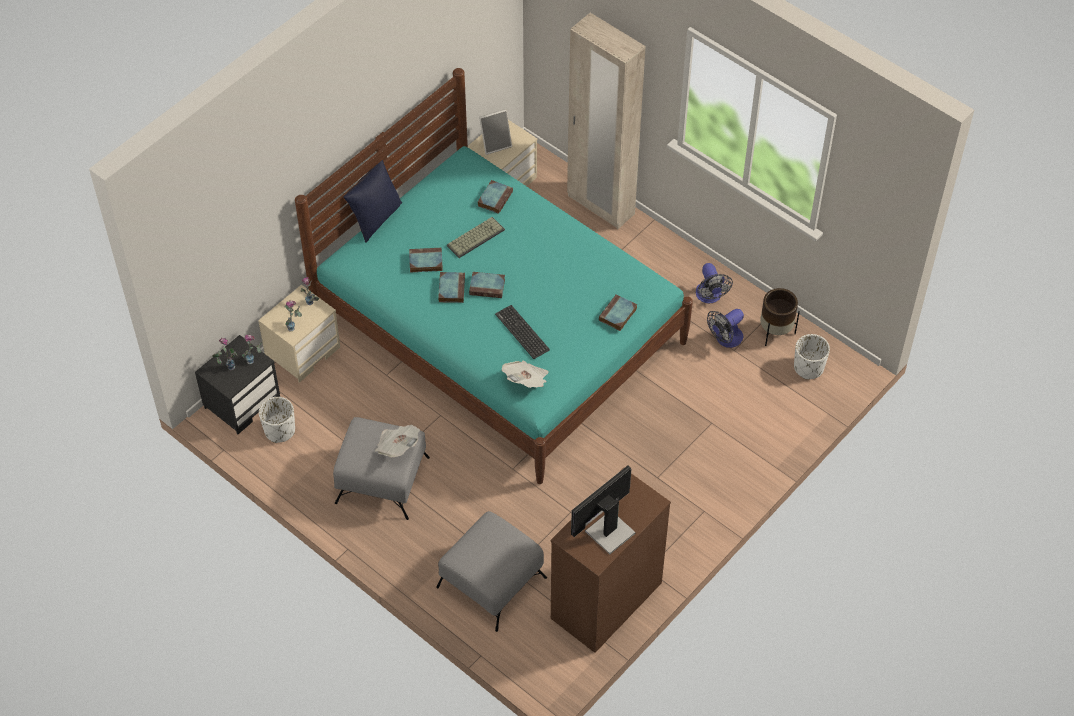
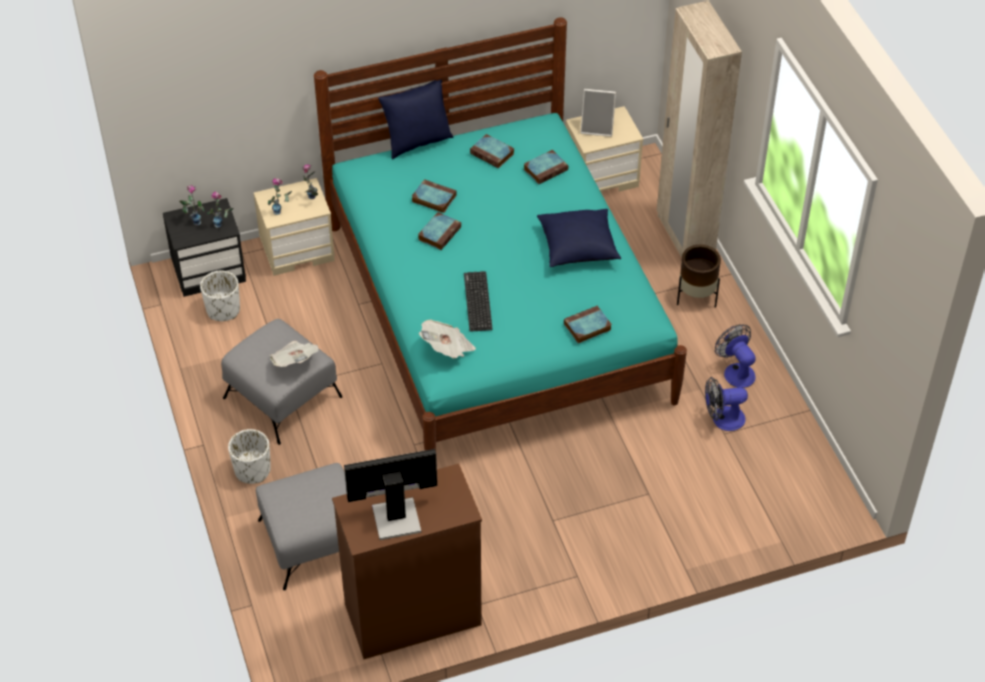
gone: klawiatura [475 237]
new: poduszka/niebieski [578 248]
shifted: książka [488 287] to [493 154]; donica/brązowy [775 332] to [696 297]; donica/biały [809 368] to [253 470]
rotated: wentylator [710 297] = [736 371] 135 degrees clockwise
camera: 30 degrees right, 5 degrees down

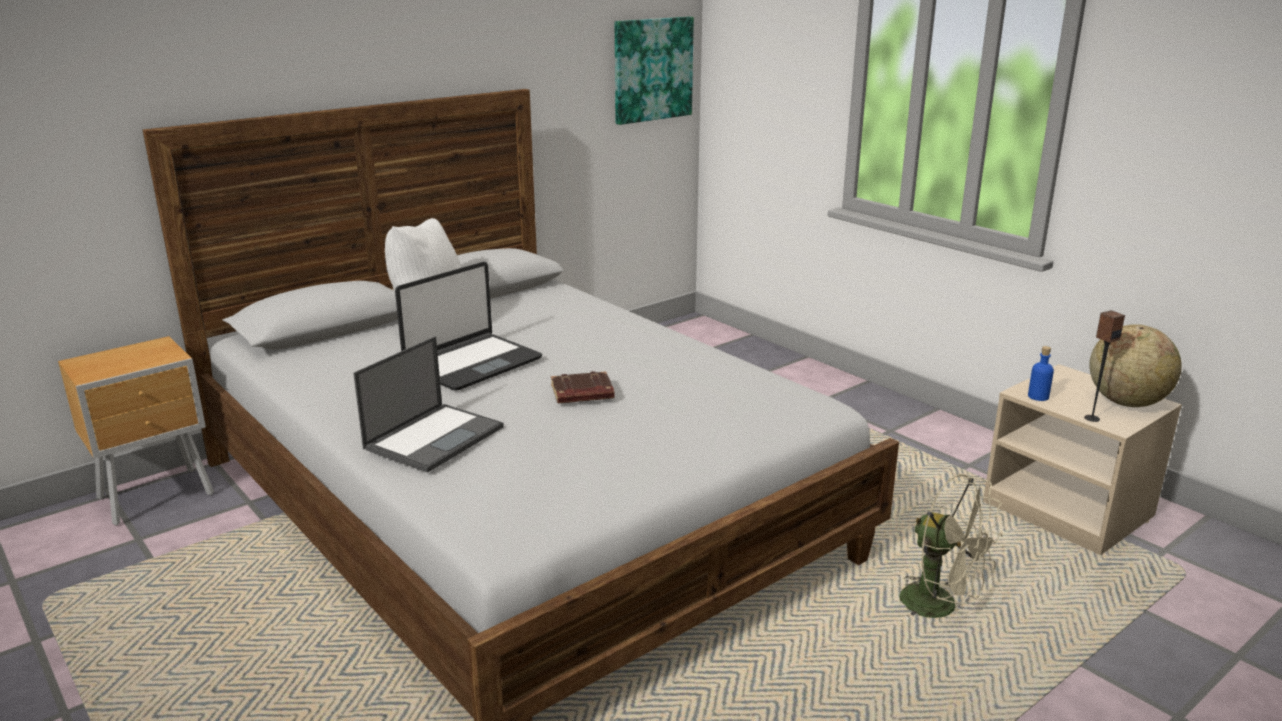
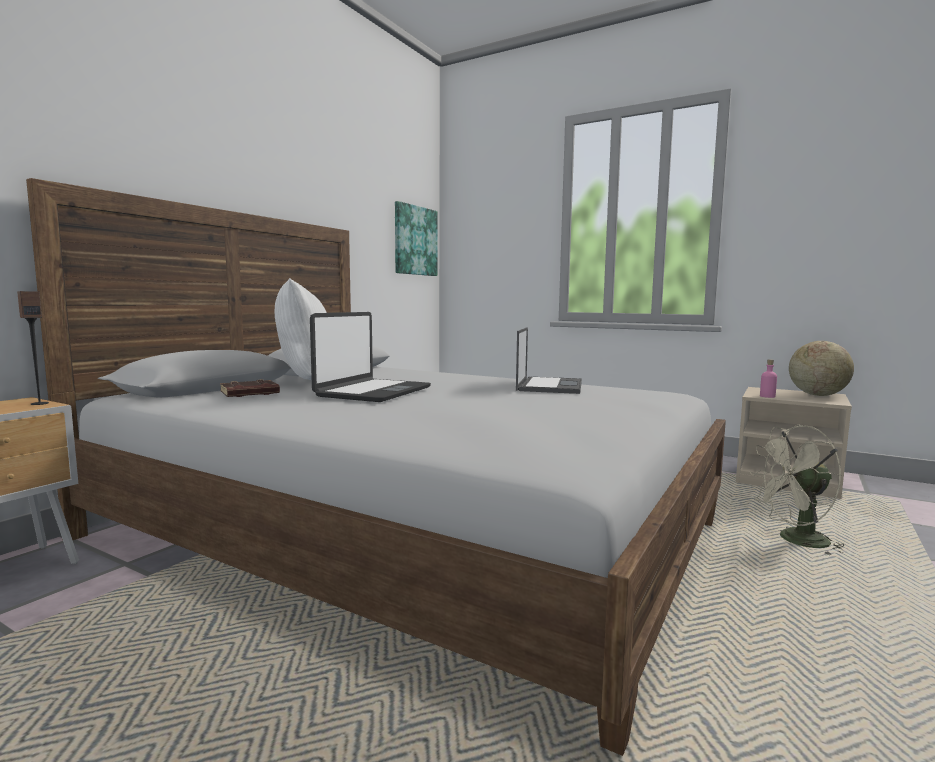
shifted: głośnik [1091 418] to [39 403]; laptop [435 437] to [549 386]; książka/brązowy [581 393] to [249 393]
repainted: butelka/niebieski [1038 396] to butelka/różowy [767 396]
rotated: wentylator/beżowy [940 607] = [796 541] 150 degrees clockwise
camera: 20 degrees left, 15 degrees down

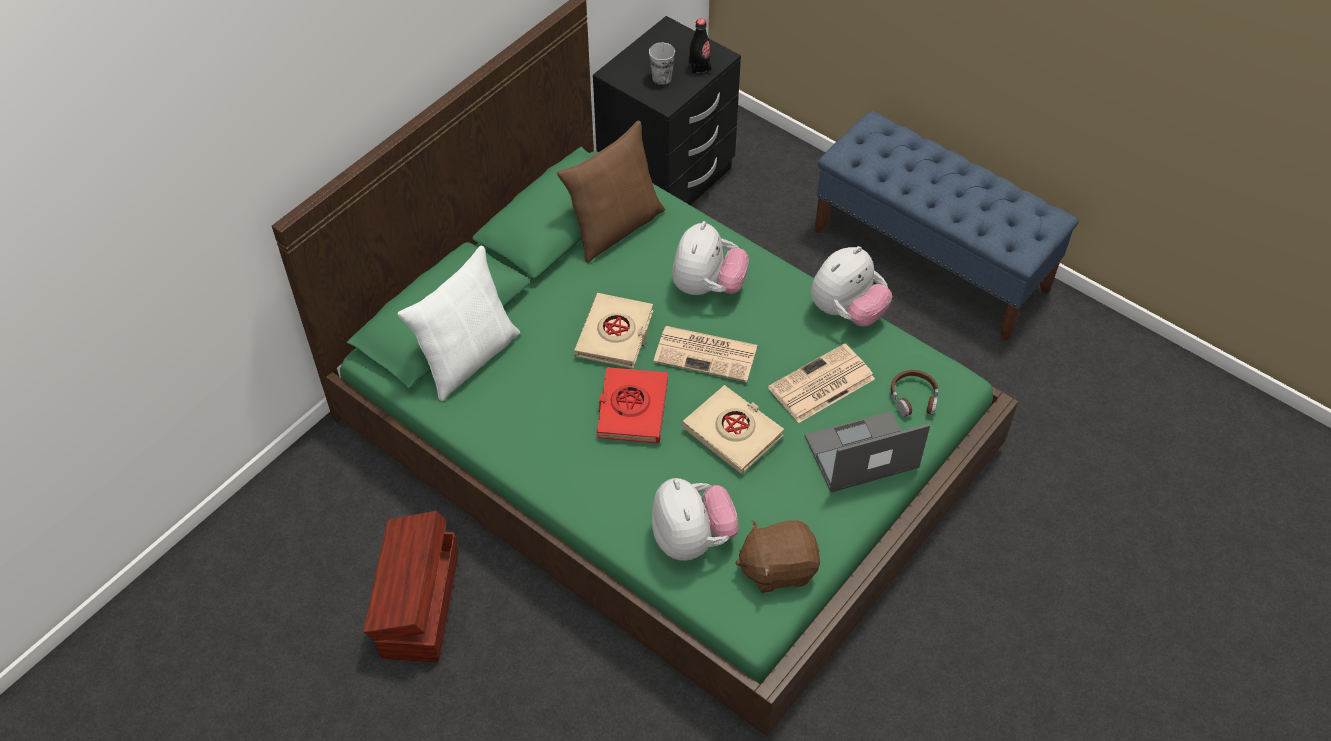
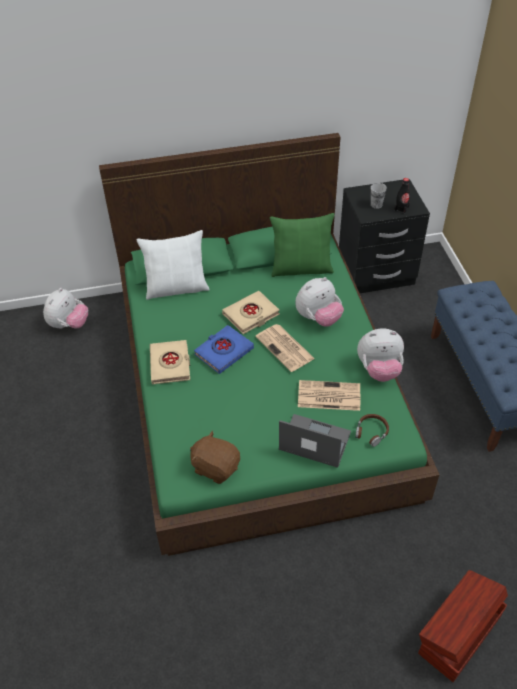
shifted: książka/beżowy [733 433] to [170 364]; pluszak [692 539] to [69 324]; pojemnik do przechowywania/brązowy [418 604] to [458 634]
repainted: poduszka/brązowy [615 227] to poduszka/zielony [301 268]; książka/czerwony [632 409] to książka/niebieski [224 351]
camera: 40 degrees right, 5 degrees down

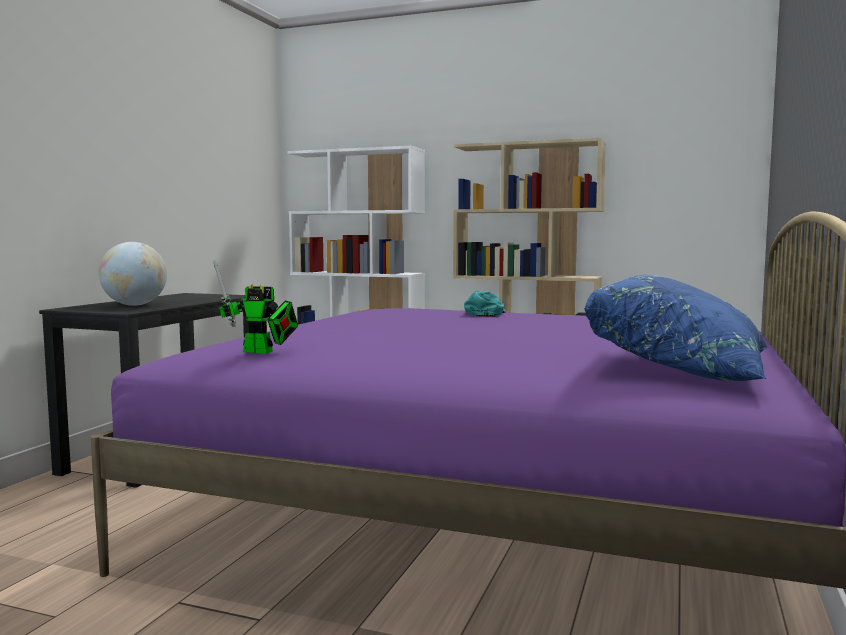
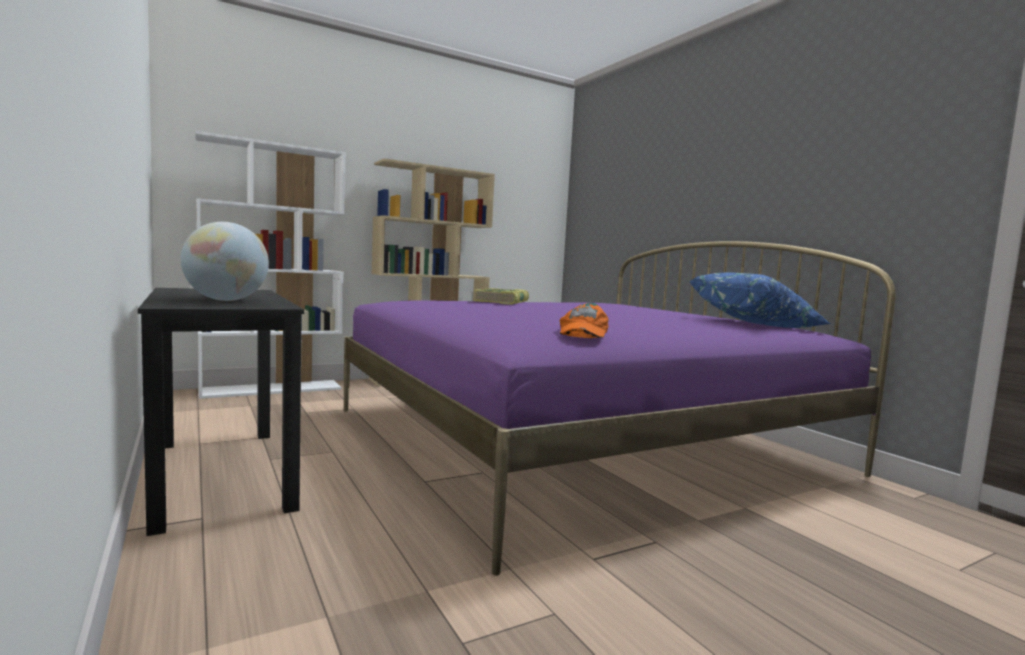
swapped: robot zabawkowy [262 352] to czapka z daszkiem/pomarańczowy [582 332]; czapka z daszkiem/turkusowy [486 313] to książka [502 302]
camera: 50 degrees left, 0 degrees up

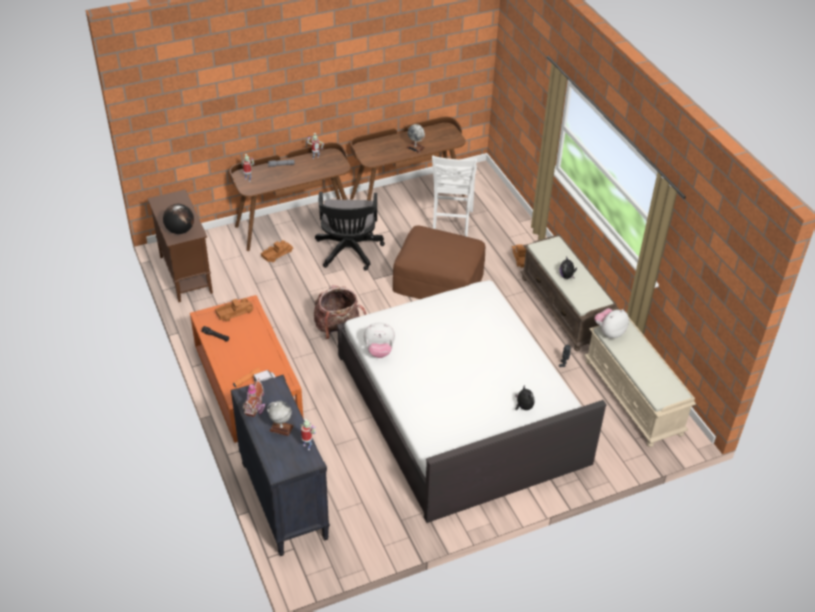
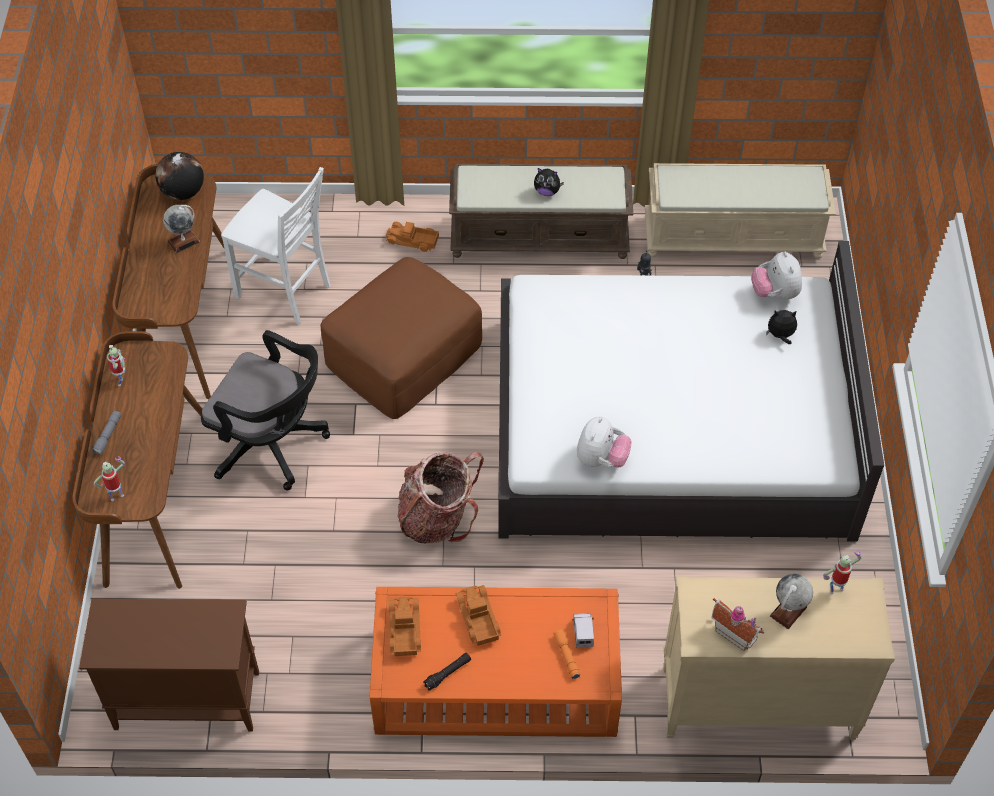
shifted: globus [180 230] to [183 193]; ciężarówka zabawkowa [277 254] to [477 618]; pluszak [609 332] to [774 293]
repainted: komoda/czarny [283 501] to komoda/beżowy [756 703]
camera: 65 degrees left, 10 degrees up

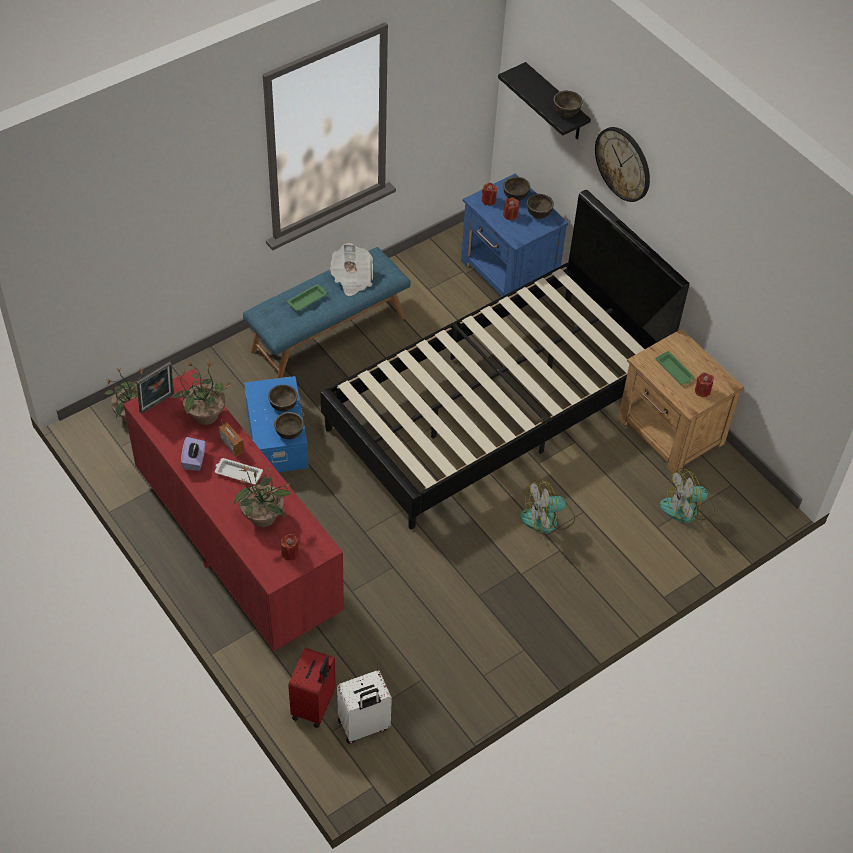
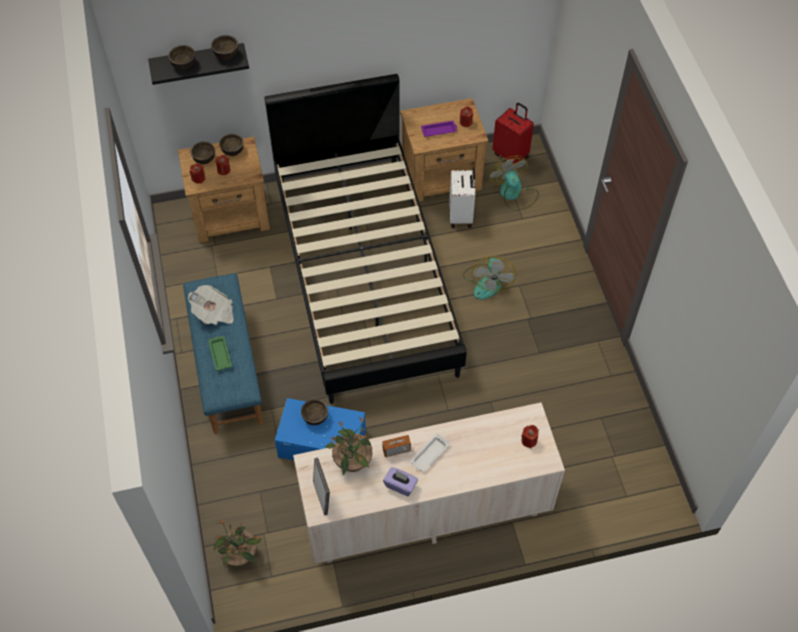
gone: zegar ścienny [623 163]; roślina doniczkowa [263 517]
shifted: miska/brązowy [289 432] to [183 64]; walizka/czerwony [314 706] to [511 155]; walizka/biały [364 726] to [461 215]
repainted: szafka nocna/niebieski [509 273] to szafka nocna/brązowy [231 215]; taca/zielony [675 371] to taca/fioletowy [439 130]; komoda/czerwony [237 547] to komoda/beżowy [425 511]
rotated: wentylator [687 508] = [514 194] 150 degrees clockwise
camera: 65 degrees left, 5 degrees up

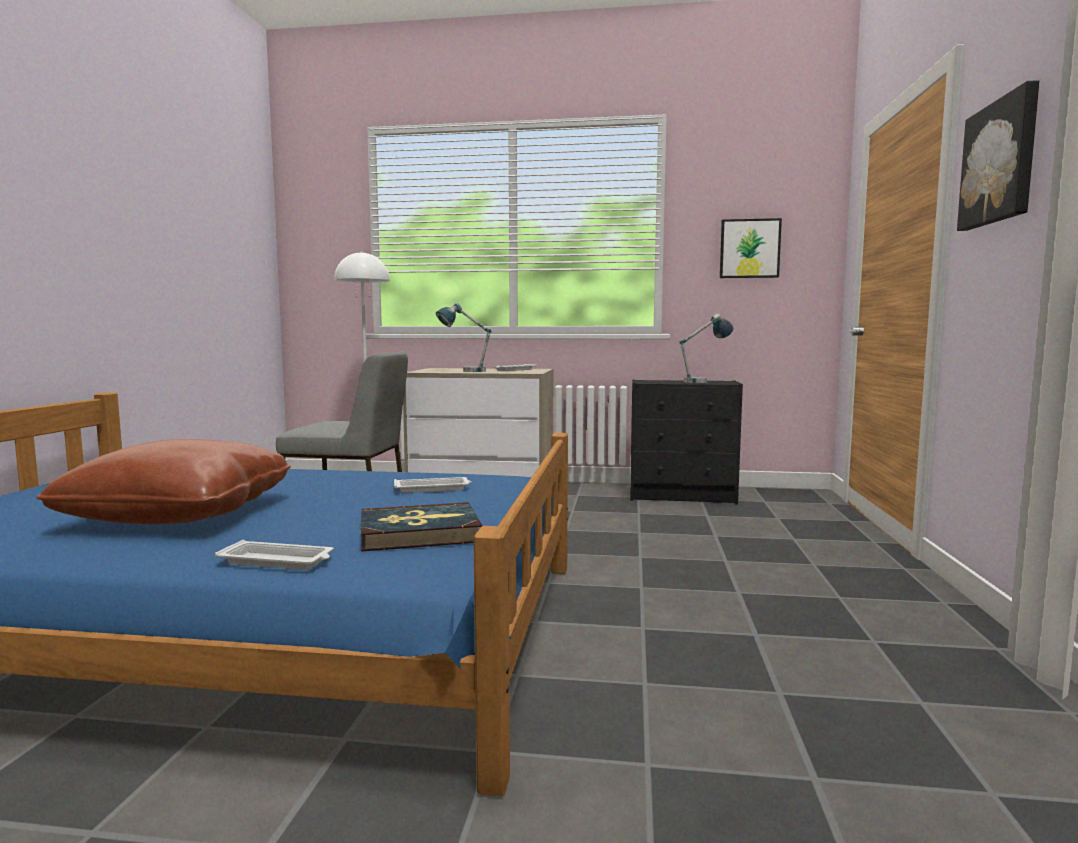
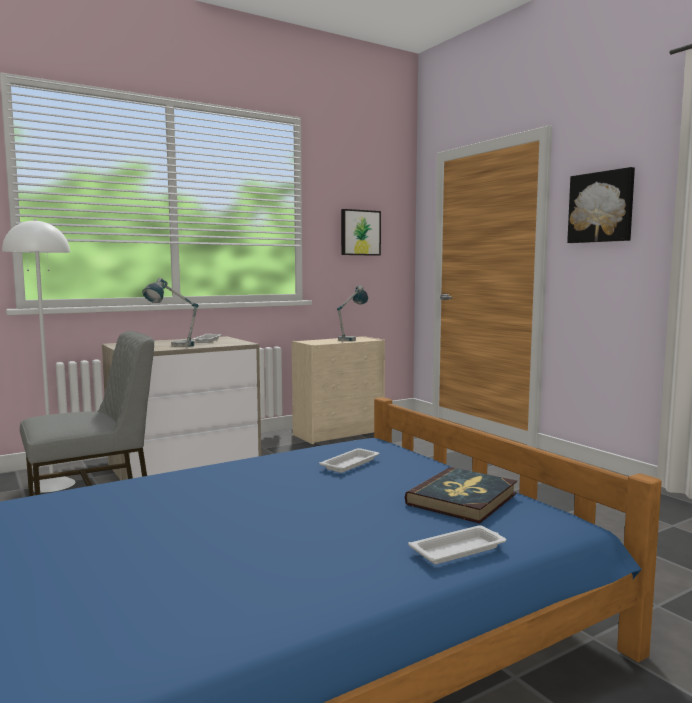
gone: poduszka/brązowy [180 515]
repainted: komoda/czarny [683 496] to komoda/beżowy [339 433]
camera: 40 degrees left, 0 degrees up

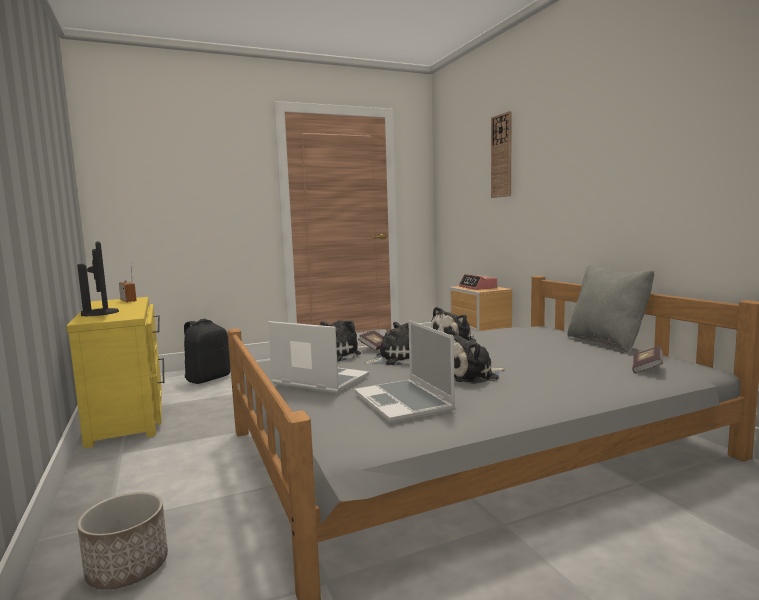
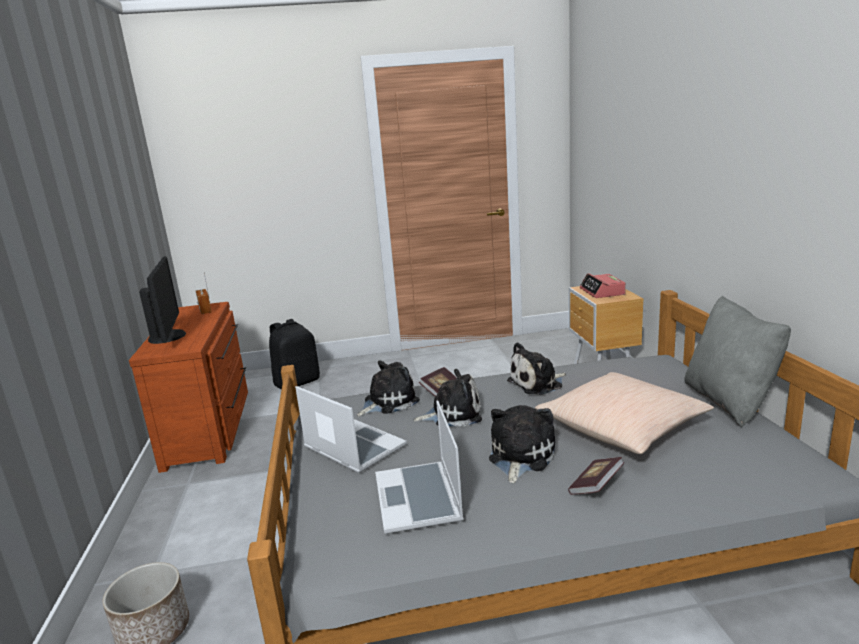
gone: zegar ścienny [501 156]
new: poduszka/beżowy [622 427]
shifted: książka [647 368] to [596 486]
repainted: komoda/żółty [130 412] to komoda/brązowy [211 427]
rotated: pluszak [472 375] = [519 457] 120 degrees clockwise
camera: 15 degrees right, 10 degrees up

